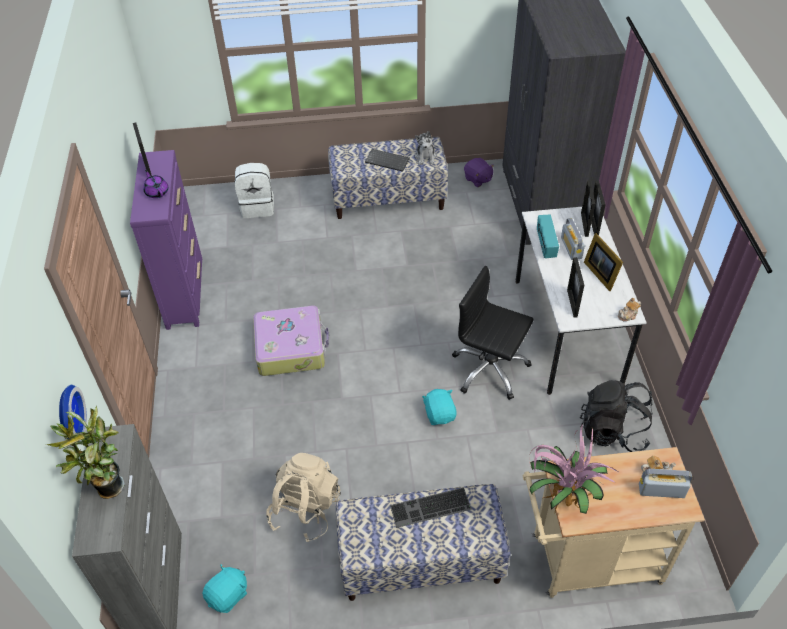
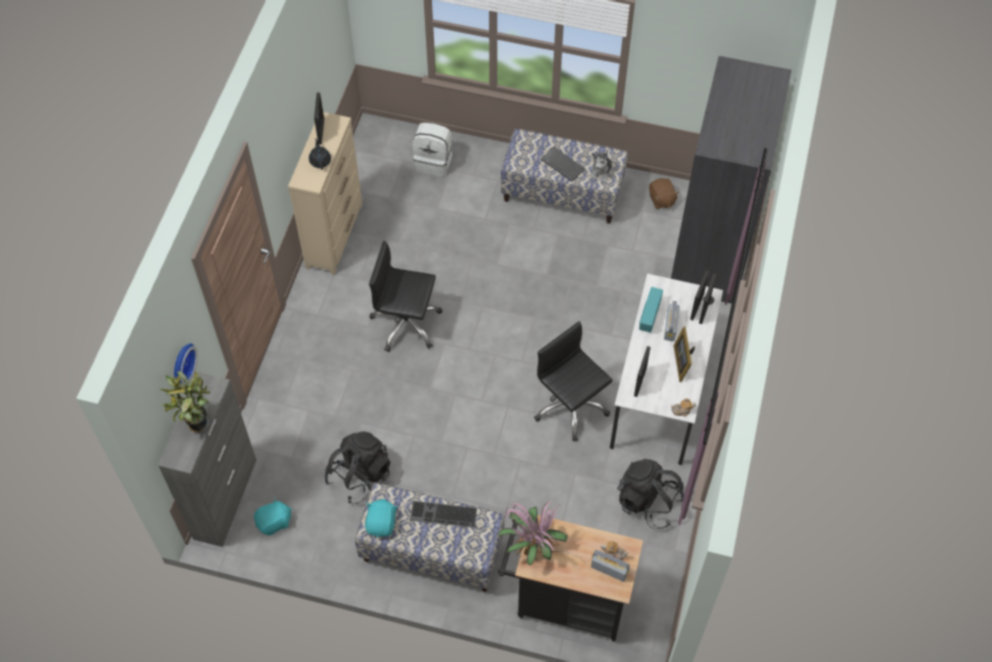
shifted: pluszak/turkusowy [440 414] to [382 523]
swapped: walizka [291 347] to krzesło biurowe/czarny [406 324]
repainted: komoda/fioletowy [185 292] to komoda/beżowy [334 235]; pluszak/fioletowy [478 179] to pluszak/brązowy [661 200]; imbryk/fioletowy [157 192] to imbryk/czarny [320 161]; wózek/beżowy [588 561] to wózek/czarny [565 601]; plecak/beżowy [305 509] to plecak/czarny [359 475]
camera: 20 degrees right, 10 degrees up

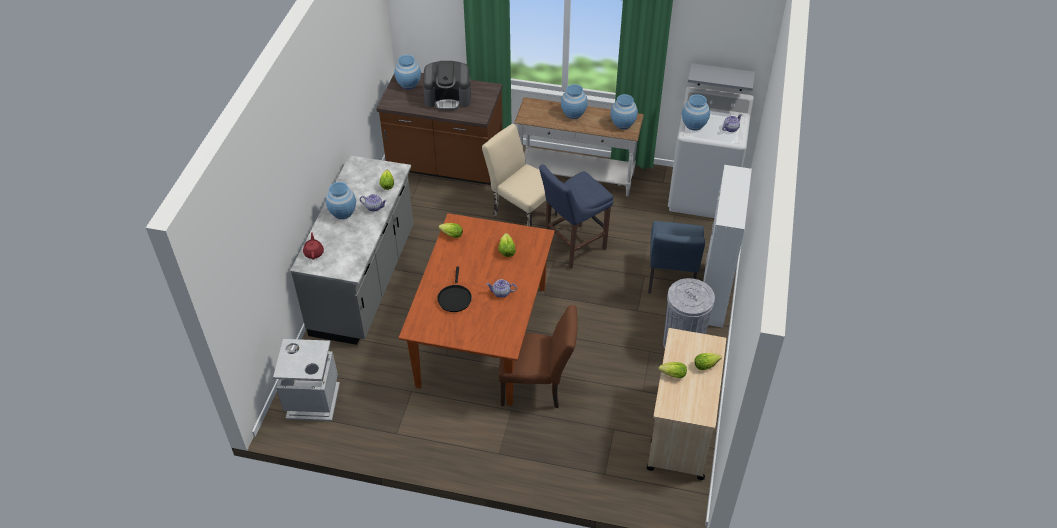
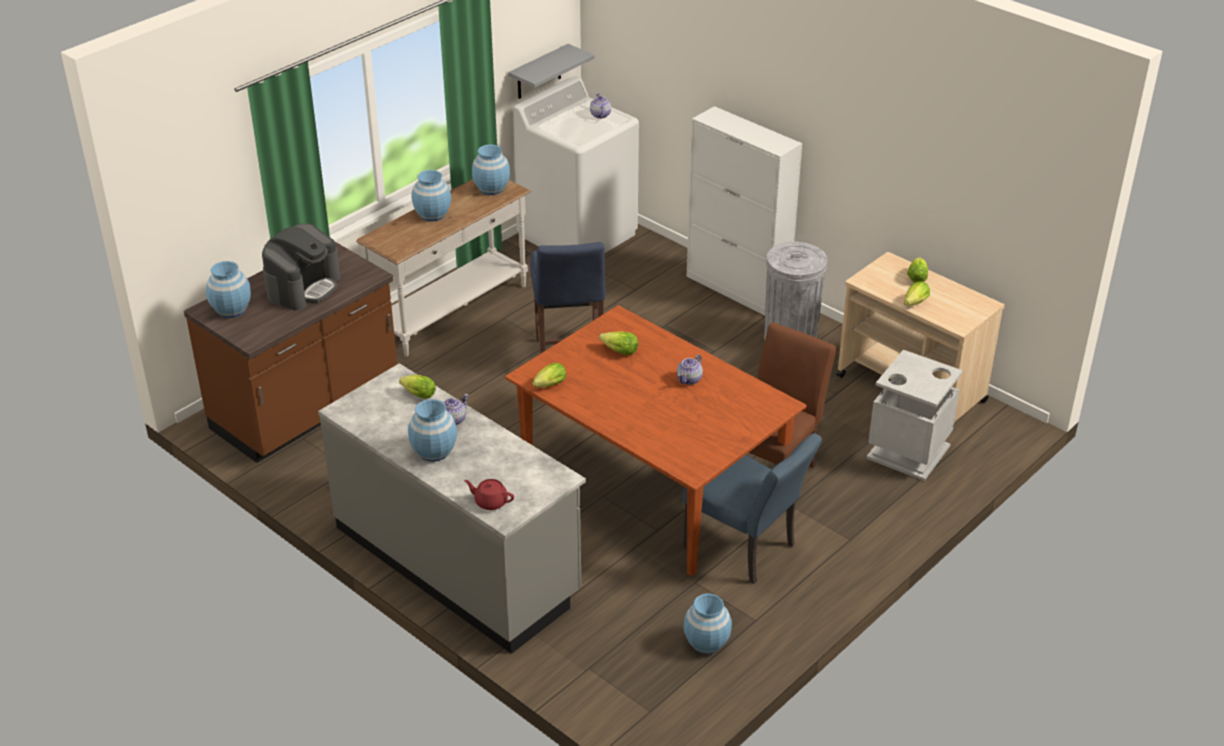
gone: krzesło/beżowy [521 213]; patelnia/czarny [454 298]
shifted: wazon/niebieski [694 124] to [706 642]; krzesło/niebieski [671 280] to [746 550]; kosz na śmieci/szary [313 401] to [909 452]
camera: 60 degrees left, 10 degrees down

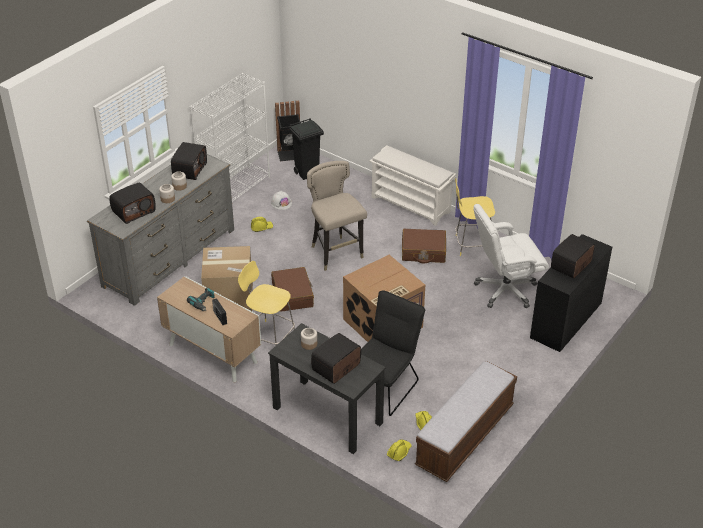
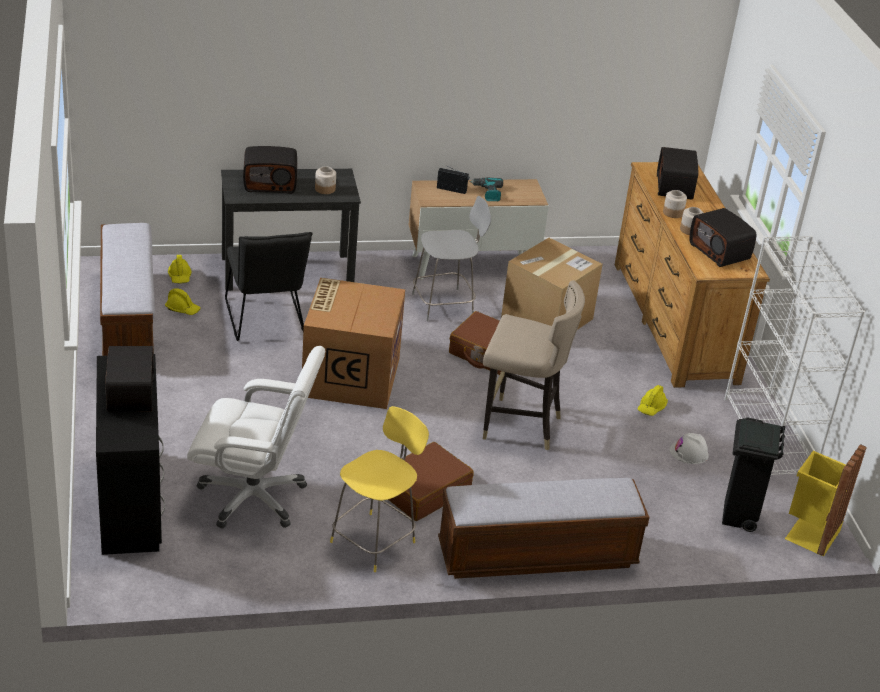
swapped: regał na buty/biały [411 205] to ławka [537 555]
repainted: kosz na śmieci/czarny [290 155] to kosz na śmieci/żółty [809 533]; komoda/szary [169 257] to komoda/brązowy [674 322]; stołek/żółty [269 336] to stołek/szary [445 304]
rotated: krzesło biurowe/biały [505 290] = [254 497] 75 degrees clockwise; radio [336 368] = [270 183] 90 degrees clockwise
camera: 130 degrees right, 5 degrees down

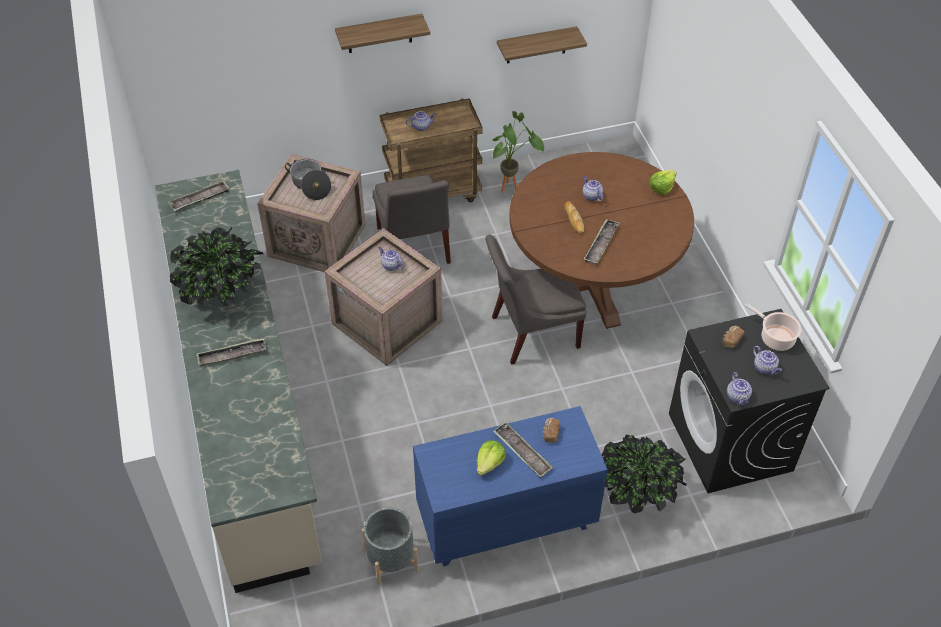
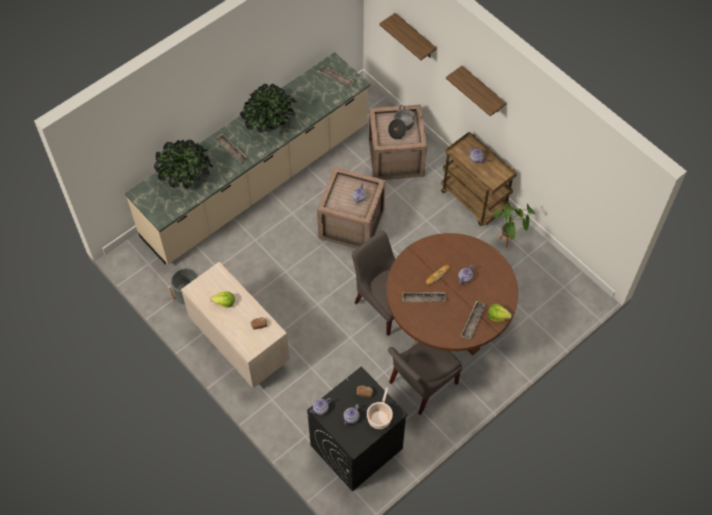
shifted: półka [536 45] to [415 37]; krzesło/szary [413 248] to [420 384]; taca [522 452] to [473 321]; roślina doniczkowa [634 496] to [186 178]
repainted: komoda/niebieski [505 522] to komoda/beżowy [239 344]
camera: 65 degrees right, 10 degrees up

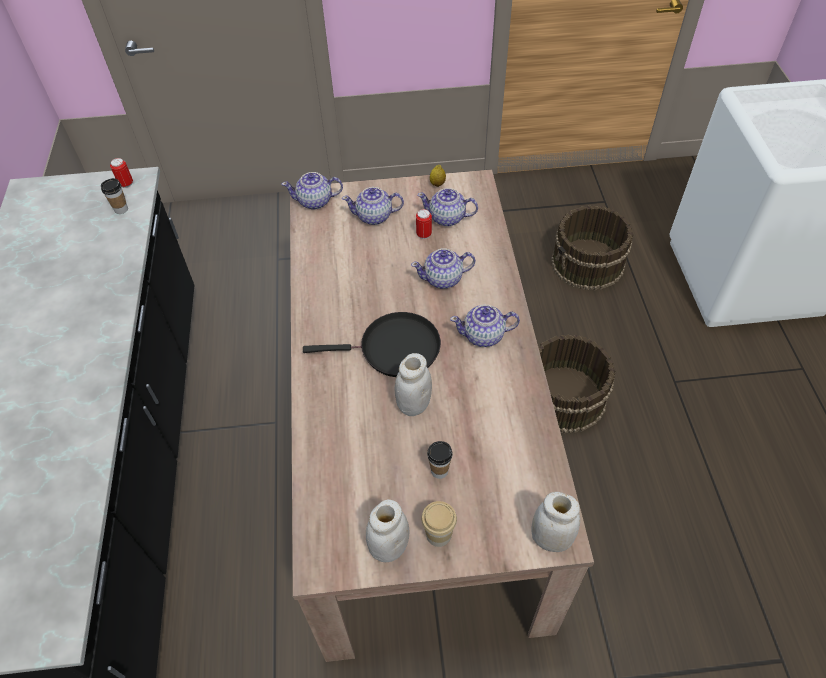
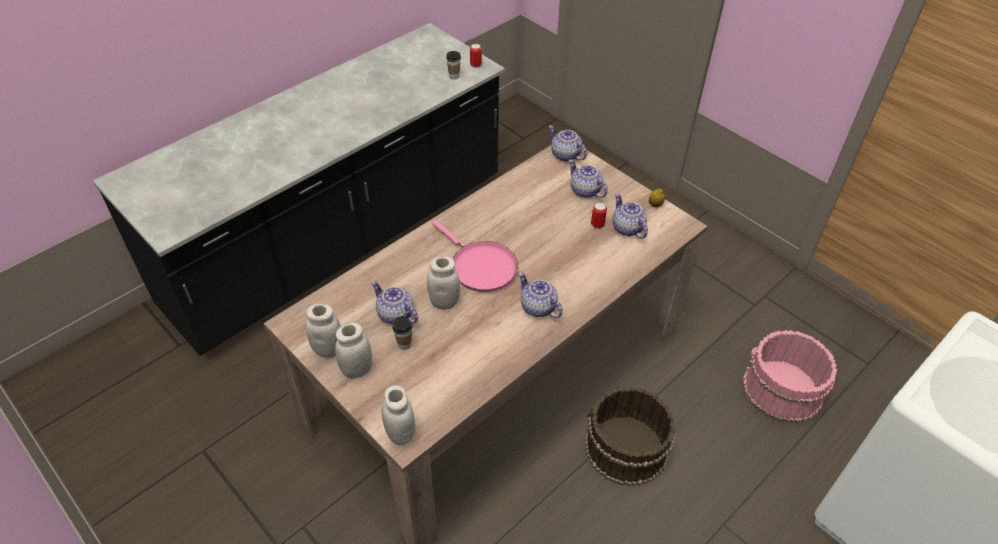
shifted: imbryk [443 279] to [396 315]
swapped: filiżanka [438 534] to słoik/biały [357 370]
repainted: wiadro/brązowy [588 264] to wiadro/różowy [781 390]; patelnia/czarny [394 349] to patelnia/różowy [480 267]
camera: 50 degrees right, 5 degrees down

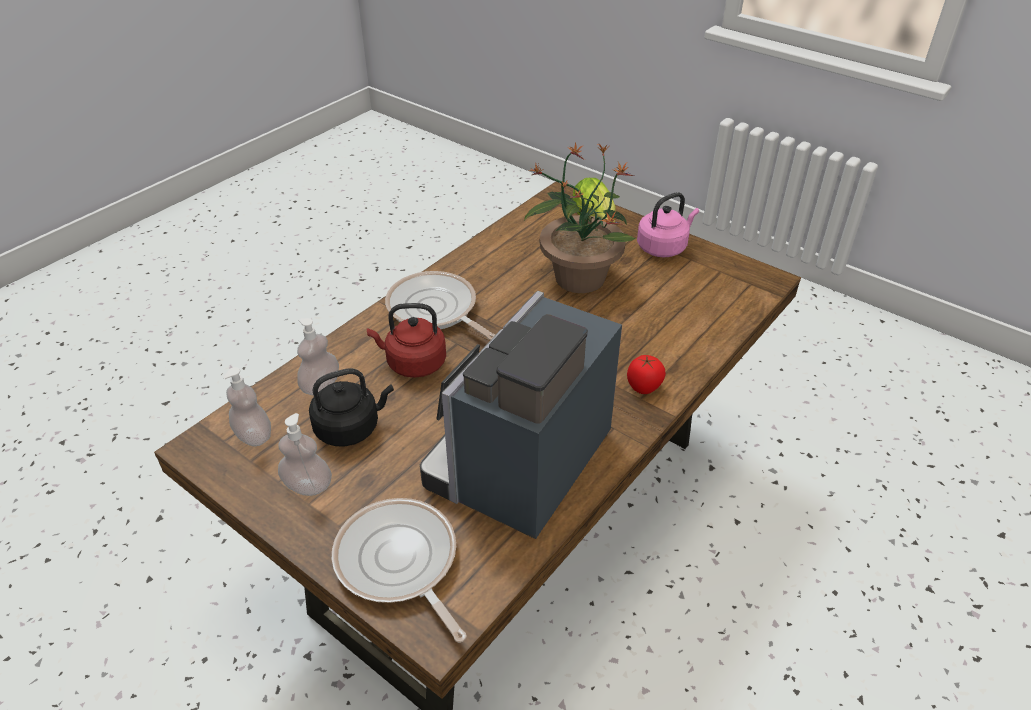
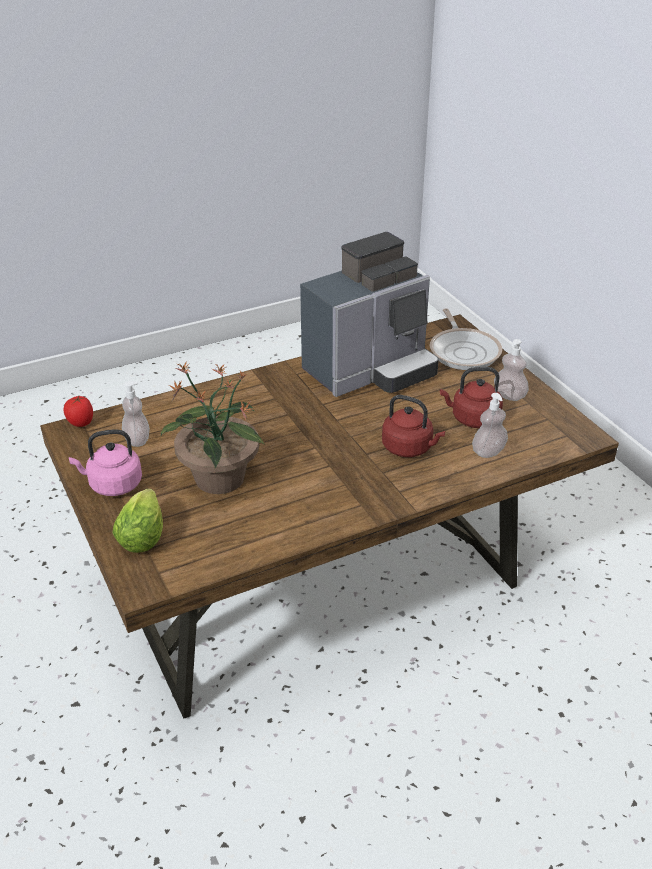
gone: patelnia [435 310]
shifted: pomidor [644 387] to [80 423]; dozownik mydła [254 436] to [137 440]
repainted: czajnik/czarny [351 428] to czajnik/czerwony [472 419]
camera: 155 degrees left, 5 degrees down

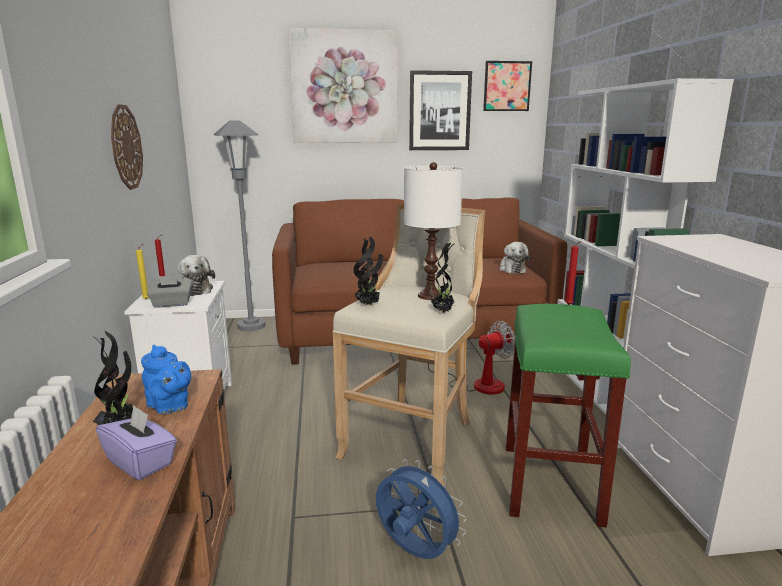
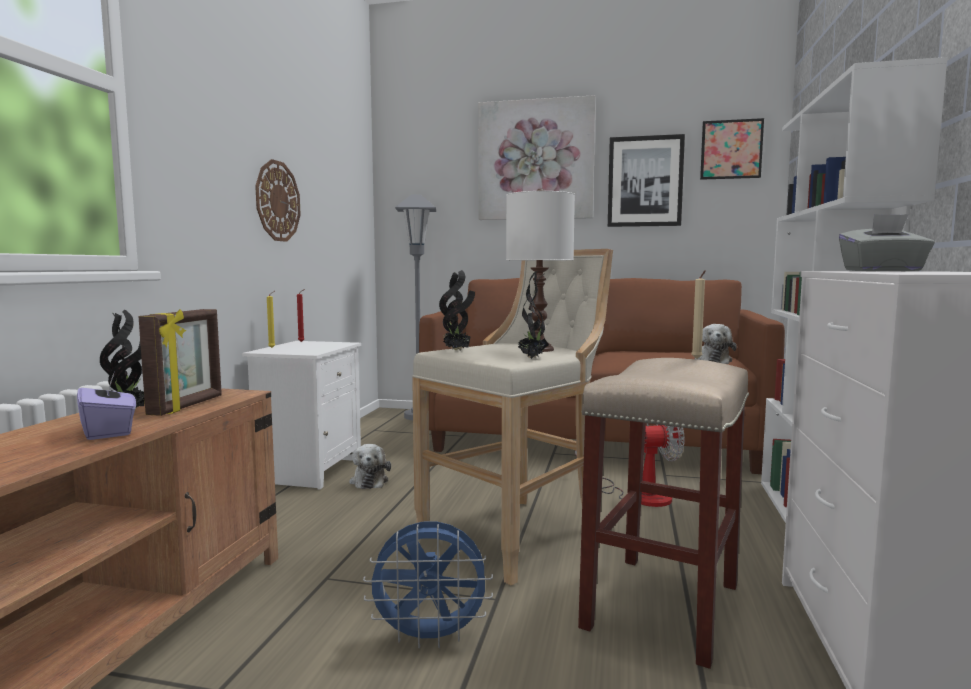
shifted: pluszak [194 290] to [369 481]; pudełko chusteczek/szary [171 304] to [883 271]
swapped: imbryk/niebieski [170 407] to ramka na zdjęcie [188 406]
repainted: świeca/czerwony [569 305] to świeca/beżowy [697 359]; stołek/zielony [551 484] to stołek/beżowy [663 607]
rotated: wentylator/niebieski [414 552] = [430 637] 120 degrees clockwise
camera: 20 degrees right, 10 degrees down

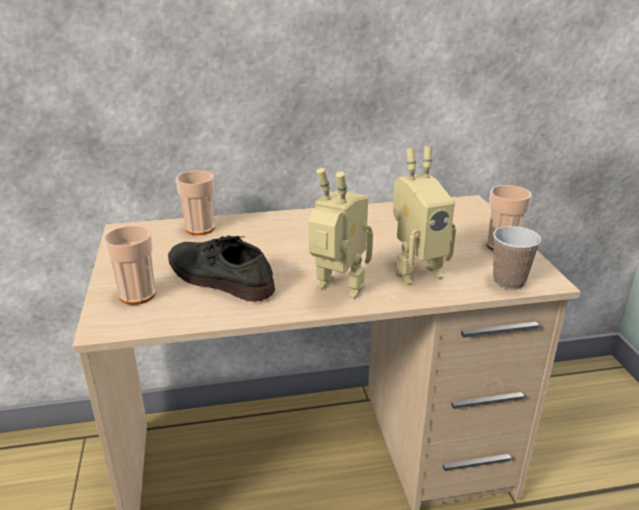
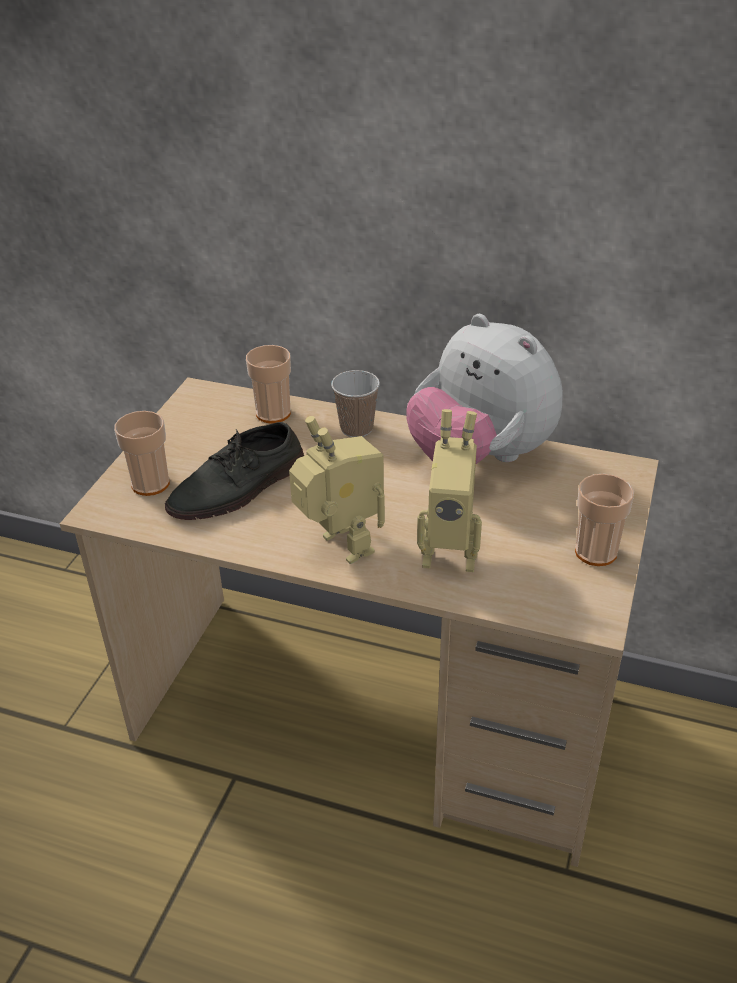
new: pluszak [480 457]
shifted: filiżanka [508 282] to [356 428]
rotated: but/szary [218 278] = [238 488] 105 degrees counterclockwise
camera: 30 degrees right, 10 degrees up

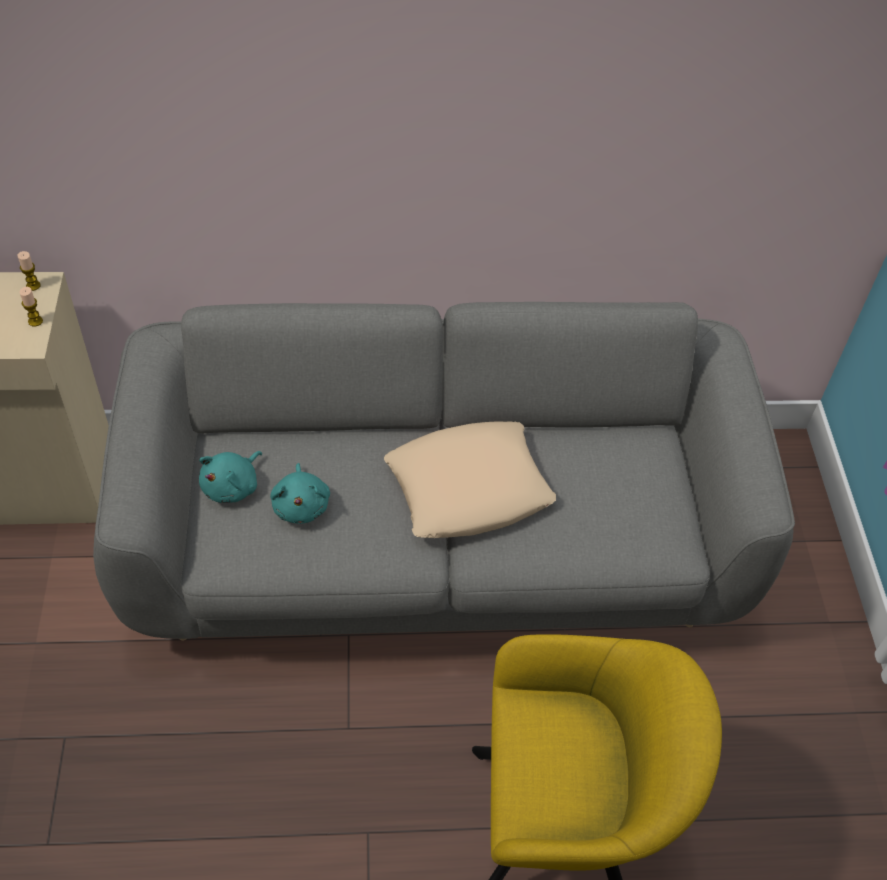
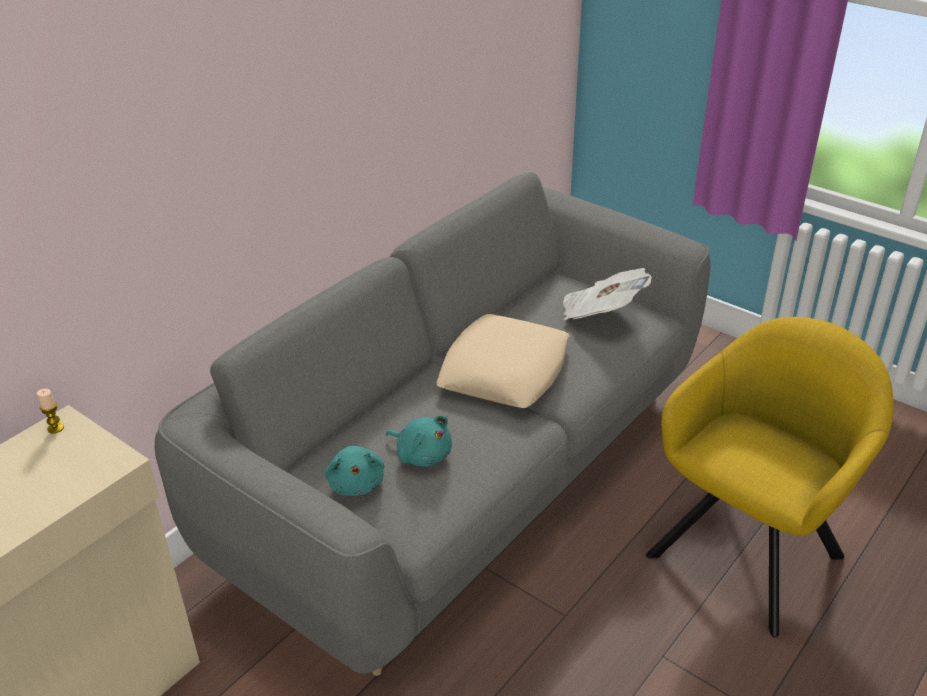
gone: świeca [35 321]
new: gazeta [601 313]
camera: 45 degrees left, 15 degrees down

